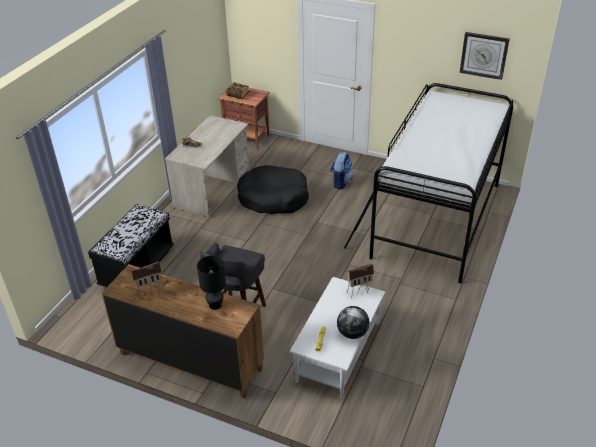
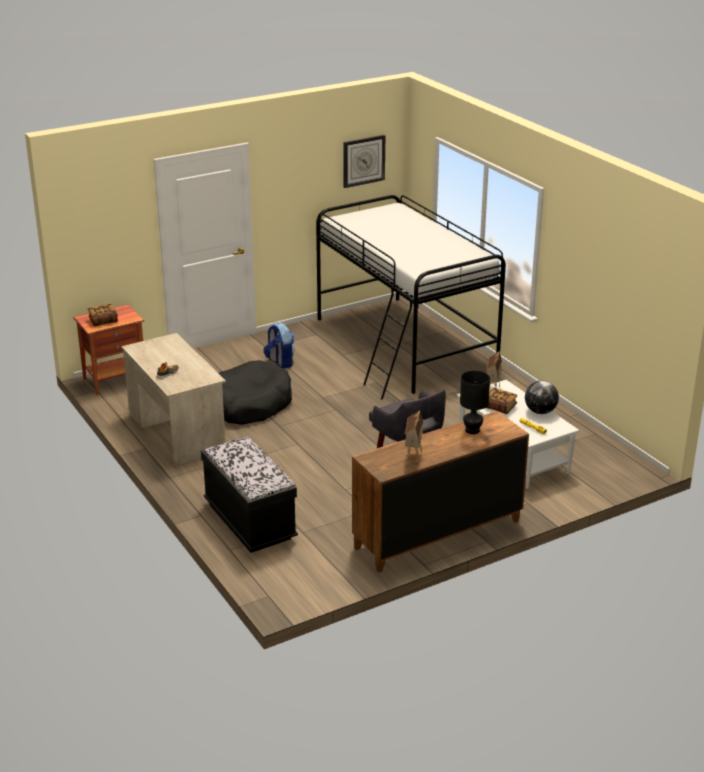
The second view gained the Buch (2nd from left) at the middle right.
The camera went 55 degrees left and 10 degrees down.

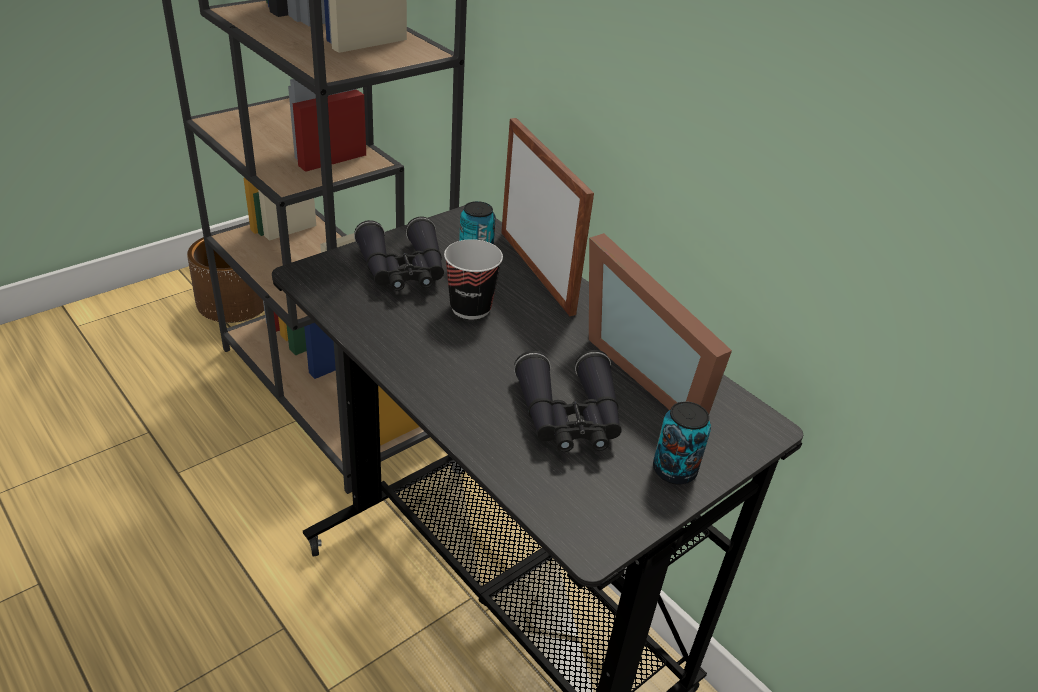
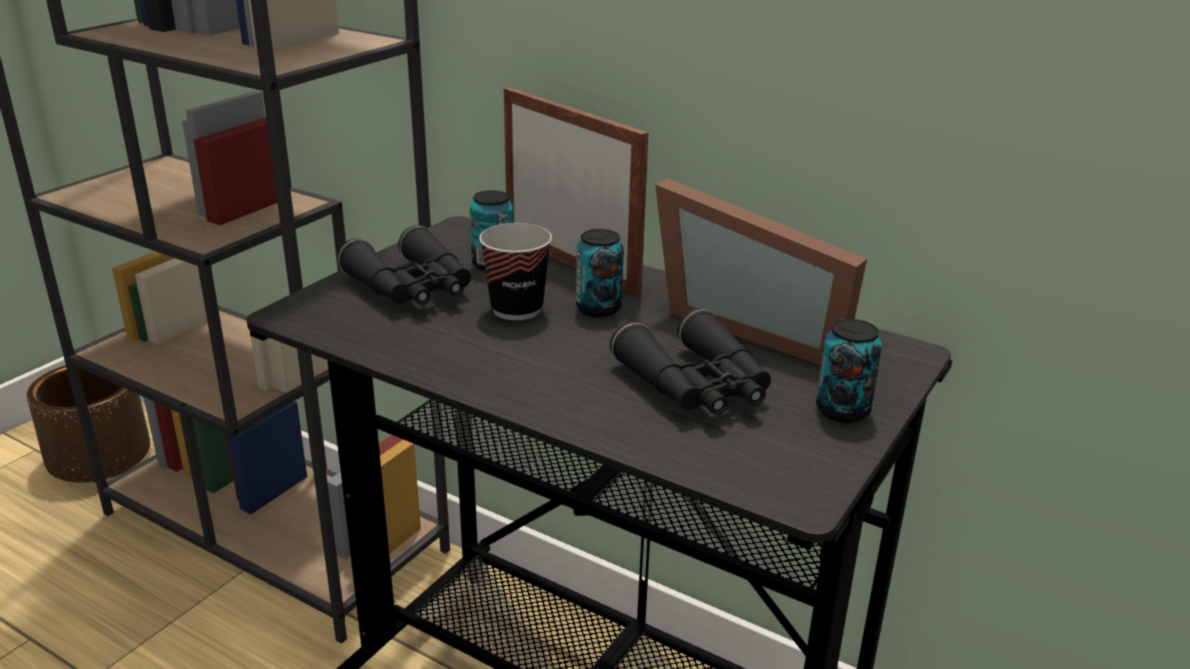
The second view gained the Dose (2nd from left) at the centre.
The camera went 15 degrees left and 10 degrees down.

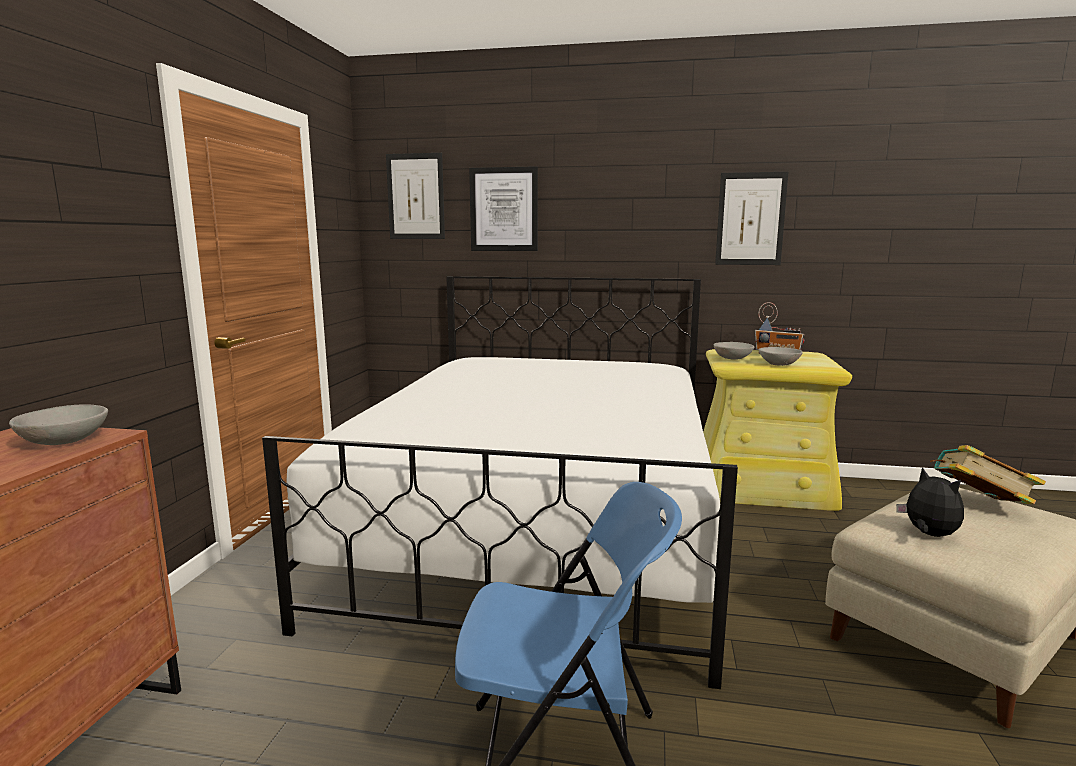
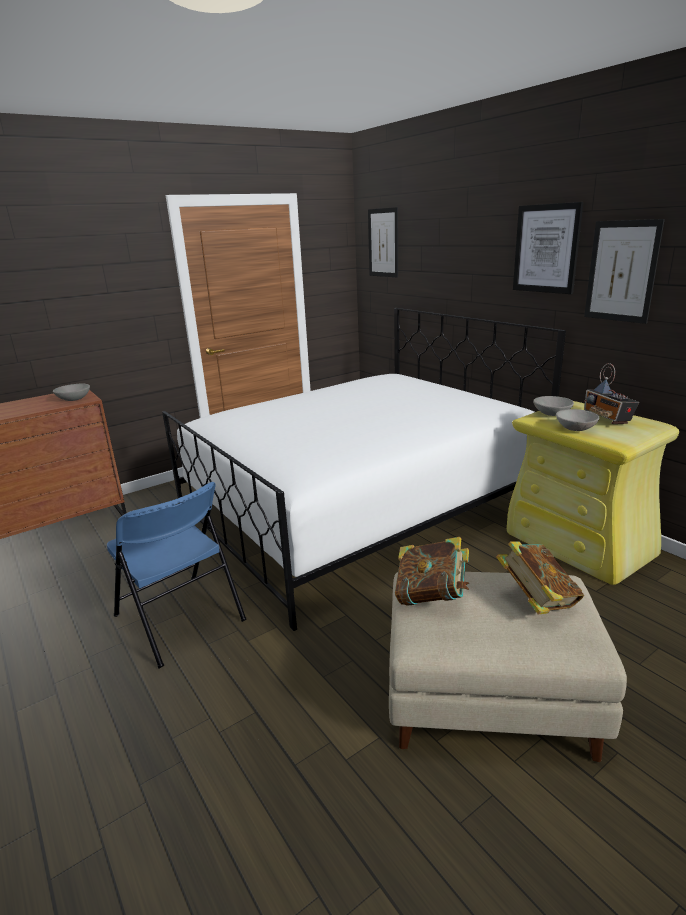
The Bild (2nd from left) ended up elsewhere, having gone from the top centre to the top right.
Where the Plüschtier stood at the middle right, the Buch (1st from left) came to stand at the centre.
The camera went 45 degrees right and 10 degrees up.

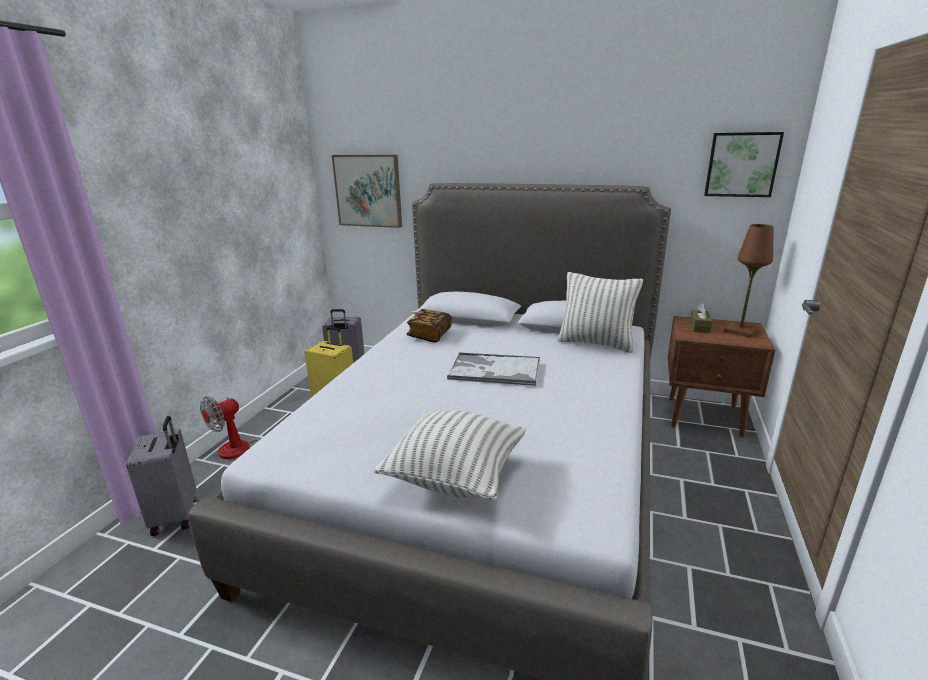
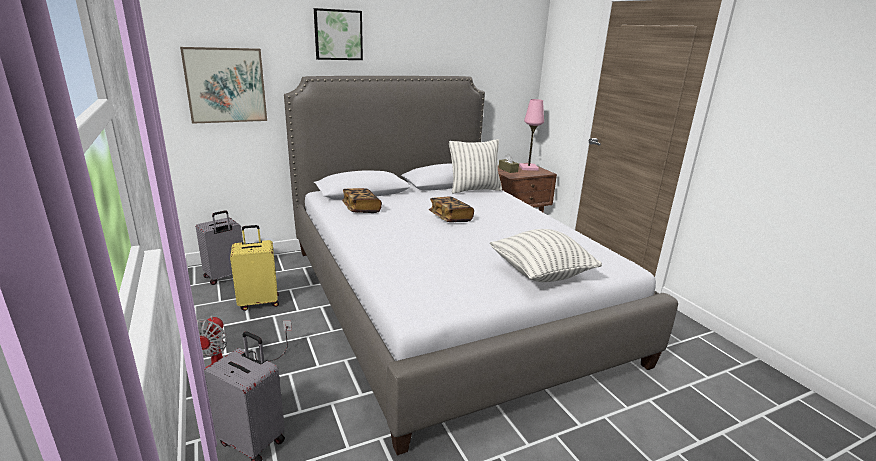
The Bild (2nd from left) ended up elsewhere, having gone from the top right to the top centre.
Where the Tablett stood at the centre, the Buch (2nd from left) came to stand at the centre.
What was the Tischlampe [braun] at the middle right turned into the Tischlampe [rosa] at the top centre.
The camera went 45 degrees left and 0 degrees up.

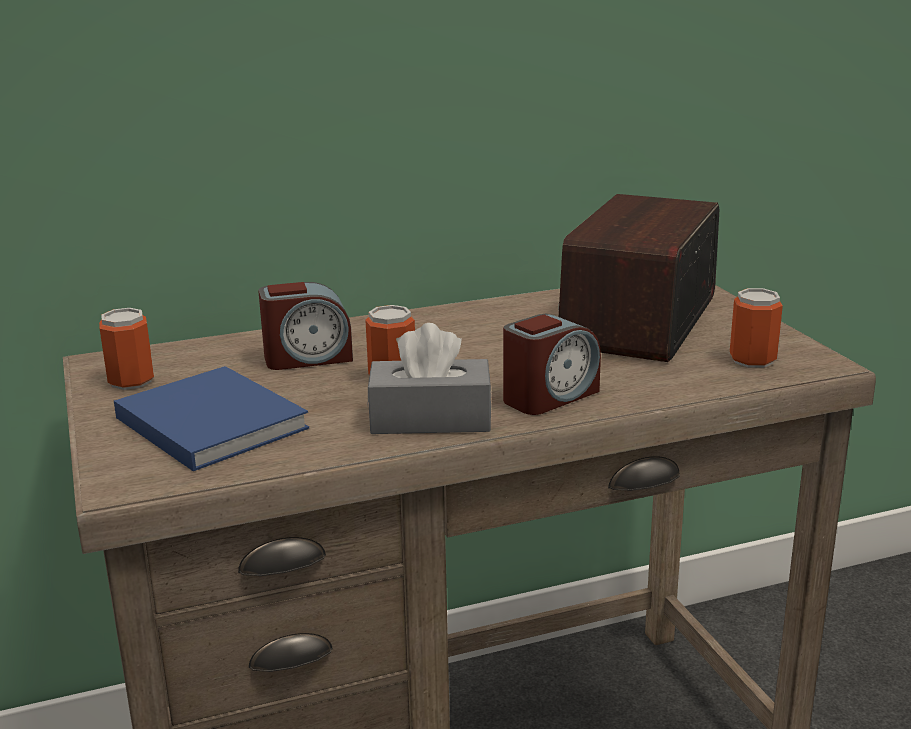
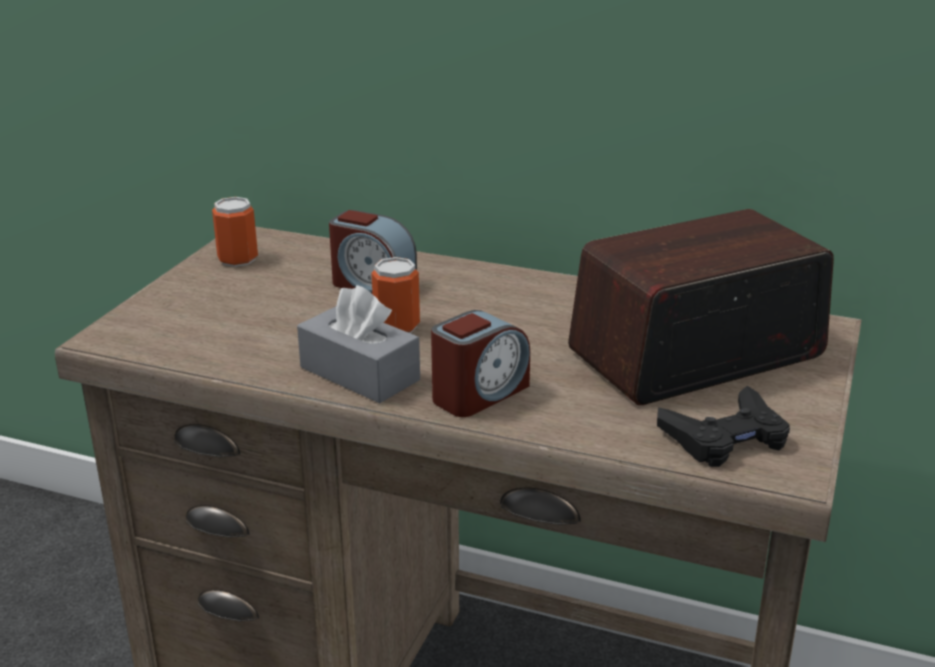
The second view lost the Buch [blau] at the middle left.
Where the Dose (3rd from left) stood at the middle right, the Gamepad [schwarz] came to stand at the middle right.
The Wecker (2nd from left) at the centre ended up facing another way, 45 degrees counterclockwise from before.
The camera went 40 degrees right and 5 degrees up.

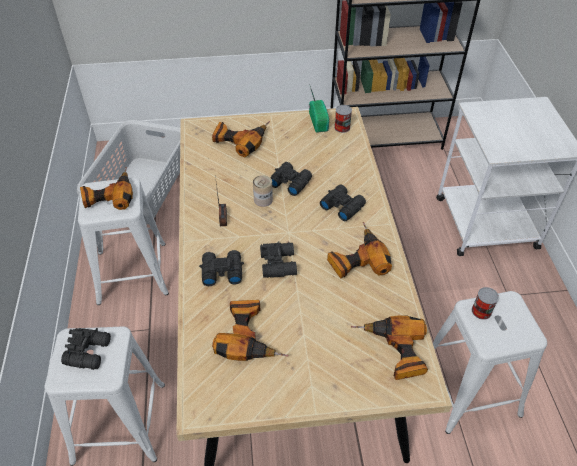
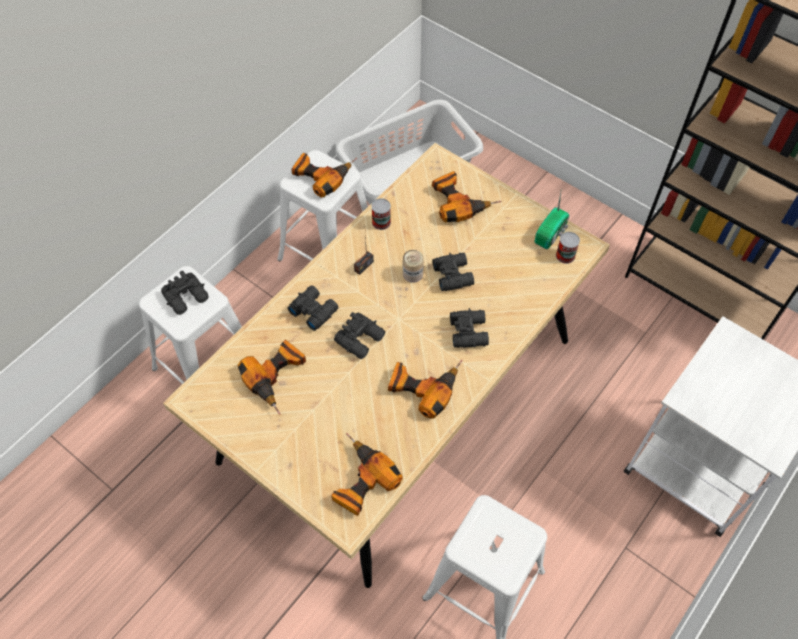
The Dose (3rd from left in the first image) ended up elsewhere, having gone from the middle right to the centre.
The camera went 45 degrees right and 10 degrees up.

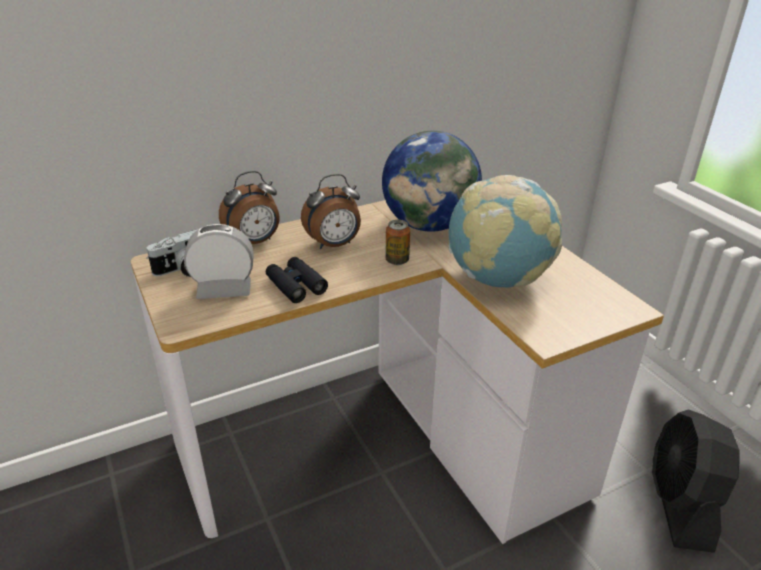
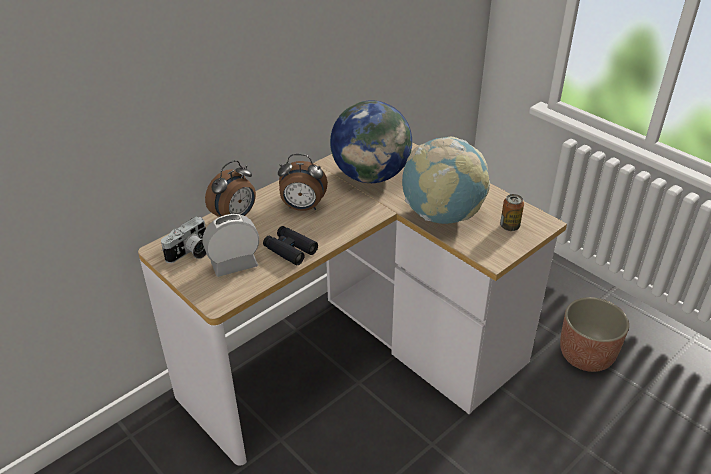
The Dose ended up elsewhere, having gone from the centre to the middle right.
Where the Ventilator [schwarz] stood at the bottom right, the Pflanzkübel came to stand at the bottom right.
The Wecker (3rd from left) at the centre ended up facing another way, 45 degrees clockwise from before.
The camera went 15 degrees left and 5 degrees up.

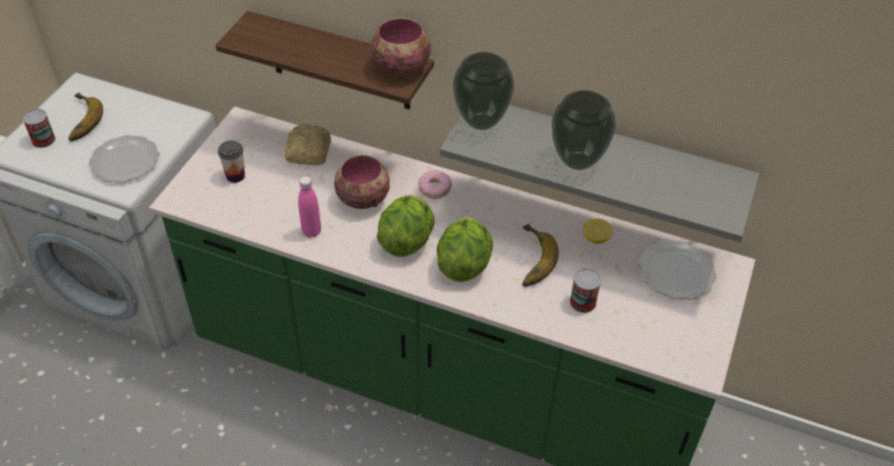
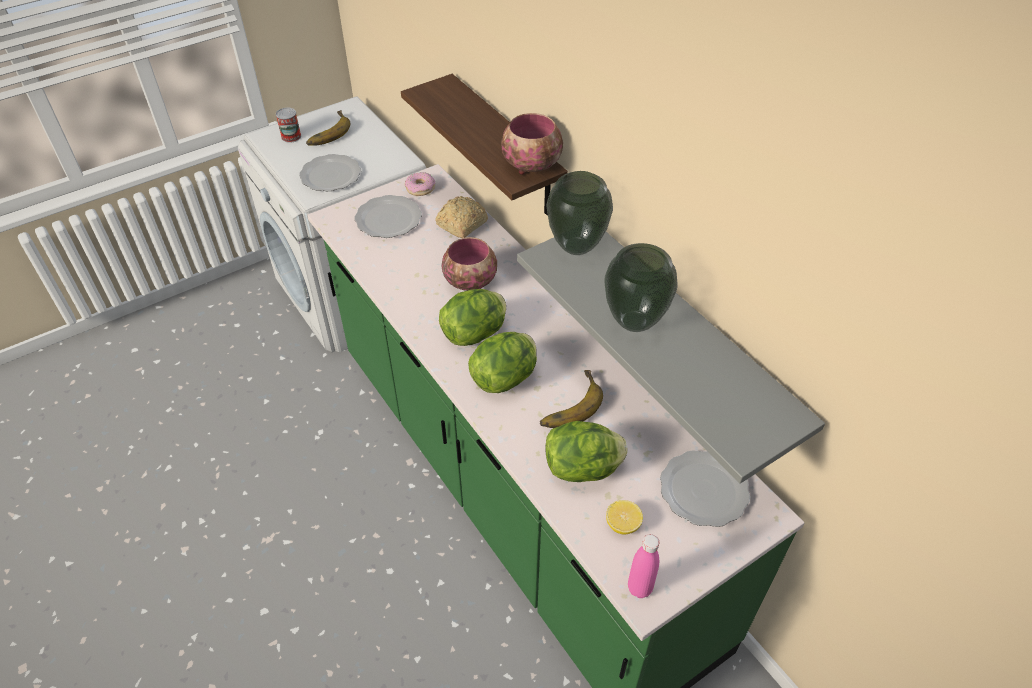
The Flasche [rosa] ended up elsewhere, having gone from the centre to the bottom centre.
The Donut ended up elsewhere, having gone from the centre to the top centre.
The Zitrone ended up elsewhere, having gone from the middle right to the bottom centre.
Where the Tasse stood at the middle left, the Teller (2nd from left) came to stand at the top centre.
Where the Dose (2nd from left) stood at the centre, the Salatkopf (3rd from left) came to stand at the centre.
The camera went 35 degrees right and 0 degrees up.

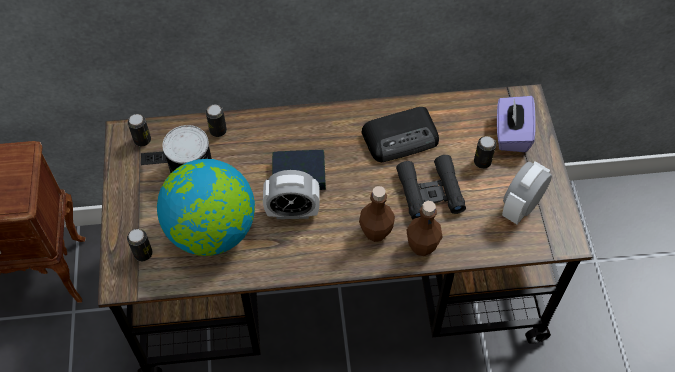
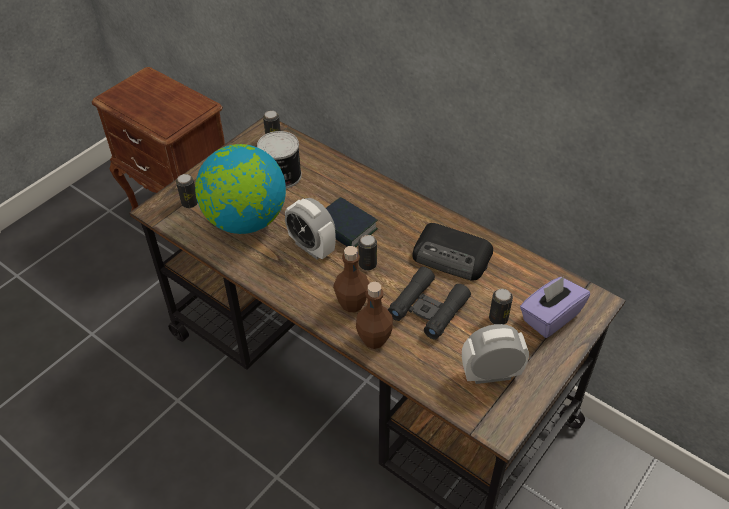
The Dose (4th from left) ended up elsewhere, having gone from the top left to the centre.
The camera went 45 degrees right and 10 degrees down.

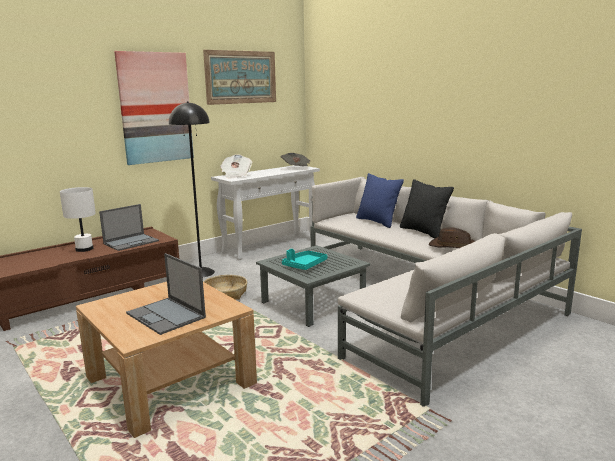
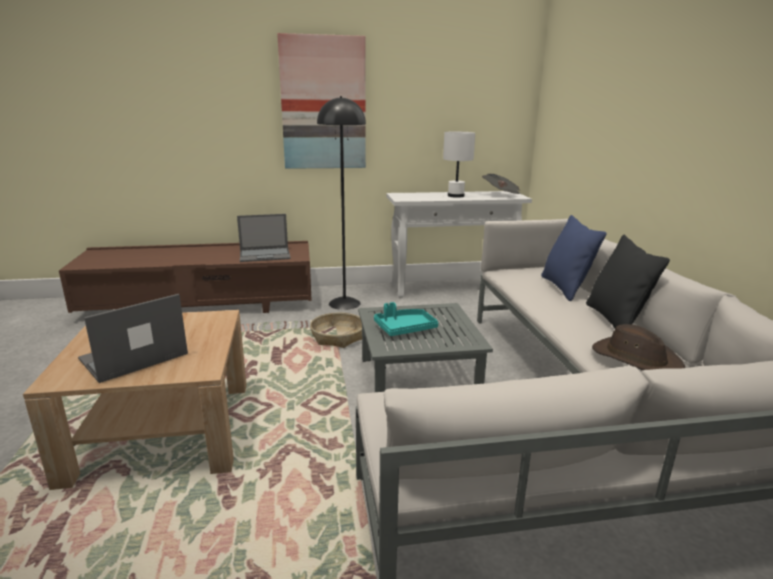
The second view lost the Bild (2nd from left) at the top centre.
The second view lost the Zeitung (1st from left) at the centre.
The Tischlampe [weiß] ended up elsewhere, having gone from the middle left to the top centre.
The Laptop (2nd from left in the first image) at the middle left ended up facing another way, 60 degrees clockwise from before.
The camera went 30 degrees right and 5 degrees up.

